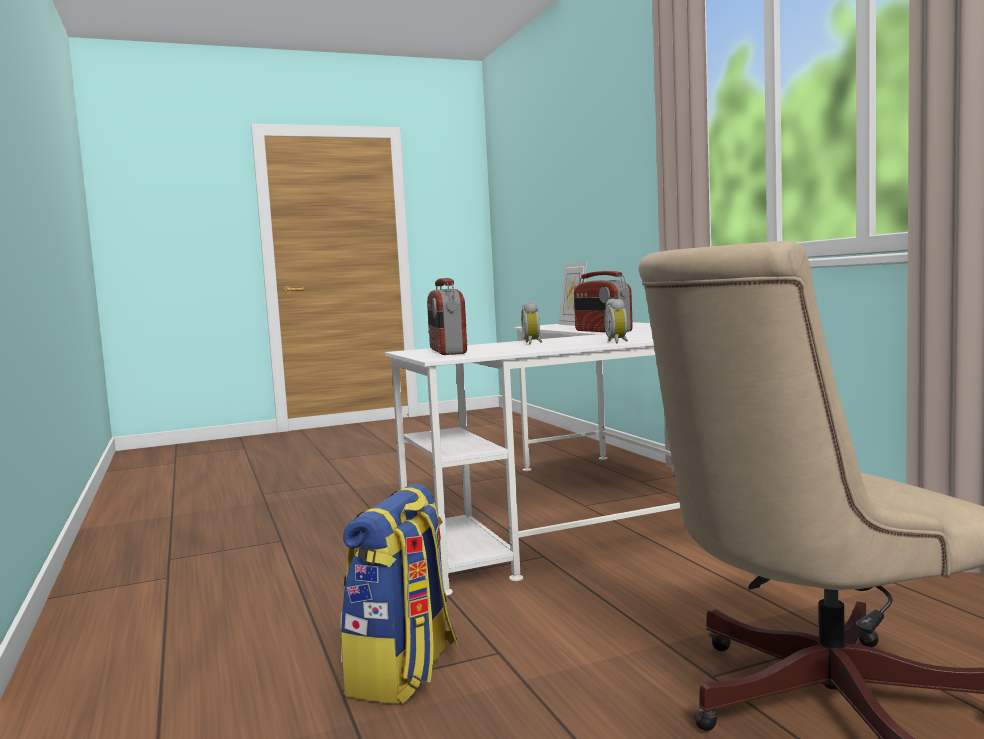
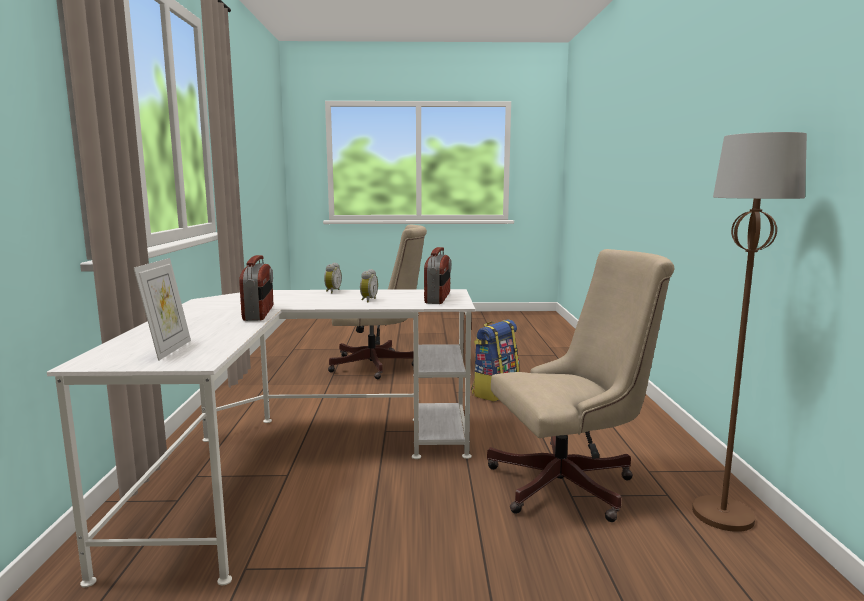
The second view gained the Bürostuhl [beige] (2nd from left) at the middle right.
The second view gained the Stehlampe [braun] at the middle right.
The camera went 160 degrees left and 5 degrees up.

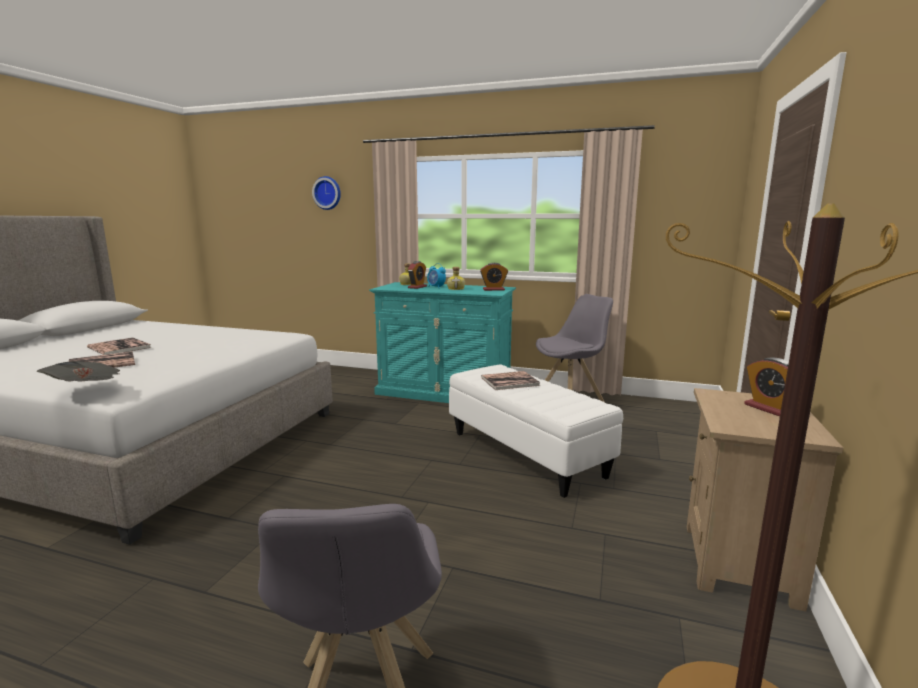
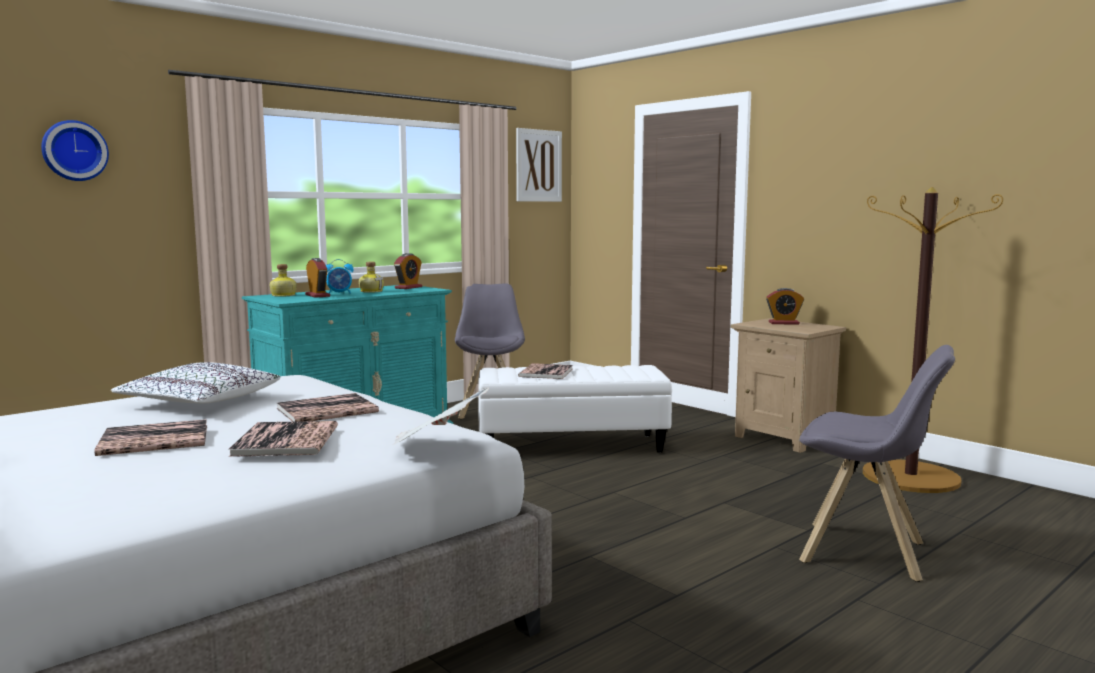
The second view gained the Kissen [weiß] at the middle left.
The second view gained the Buch (3rd from left) at the middle left.
The second view gained the Bild at the top centre.
The camera went 60 degrees left and 5 degrees down.

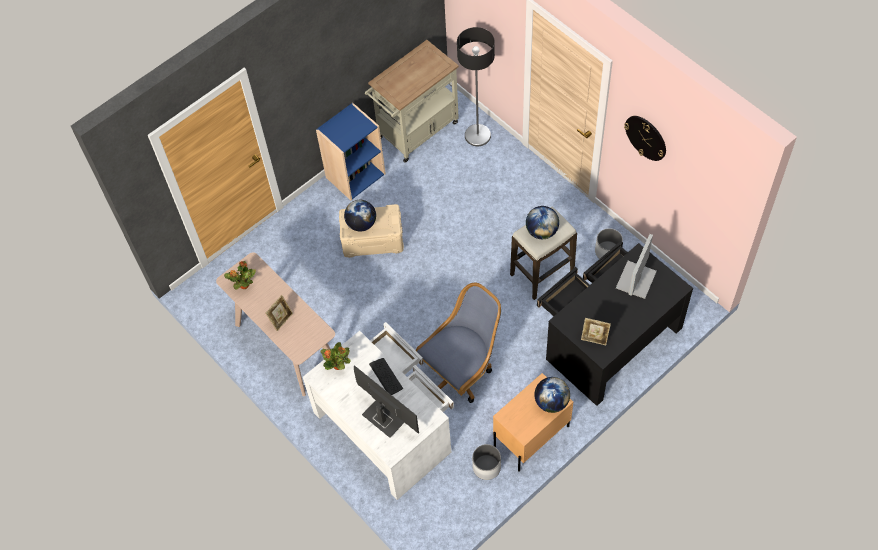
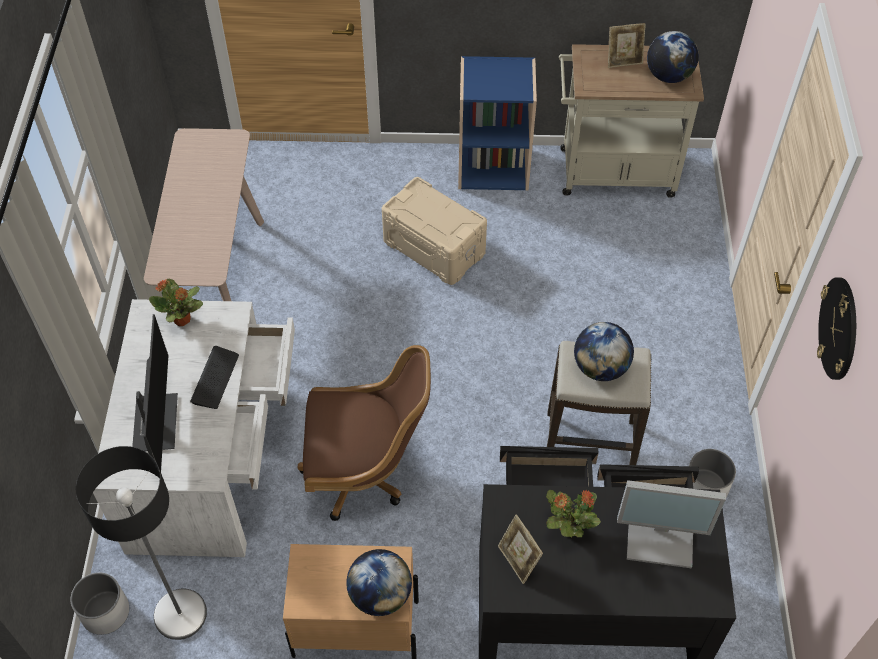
The Topfpflanze (1st from left in the first image) ended up elsewhere, having gone from the middle left to the bottom centre.
The Bilderrahmen (1st from left in the first image) ended up elsewhere, having gone from the middle left to the top right.
The Globus (1st from left in the first image) ended up elsewhere, having gone from the centre to the top right.
The Stehlampe ended up elsewhere, having gone from the top centre to the bottom left.
The Pflanzkübel [weiß] (1st from left) ended up elsewhere, having gone from the bottom centre to the bottom left.
What was the Bürostuhl [blau] at the centre turned into the Bürostuhl [braun] at the centre.
The Monitor (2nd from left) at the middle right ended up facing another way, 150 degrees counterclockwise from before.
The camera went 40 degrees right and 5 degrees down.

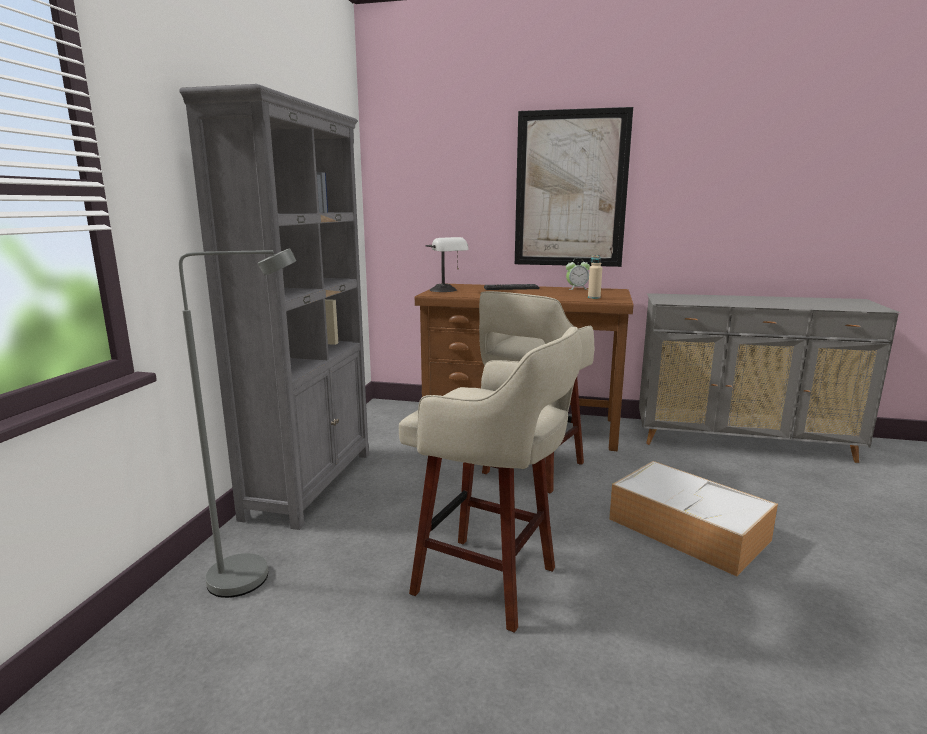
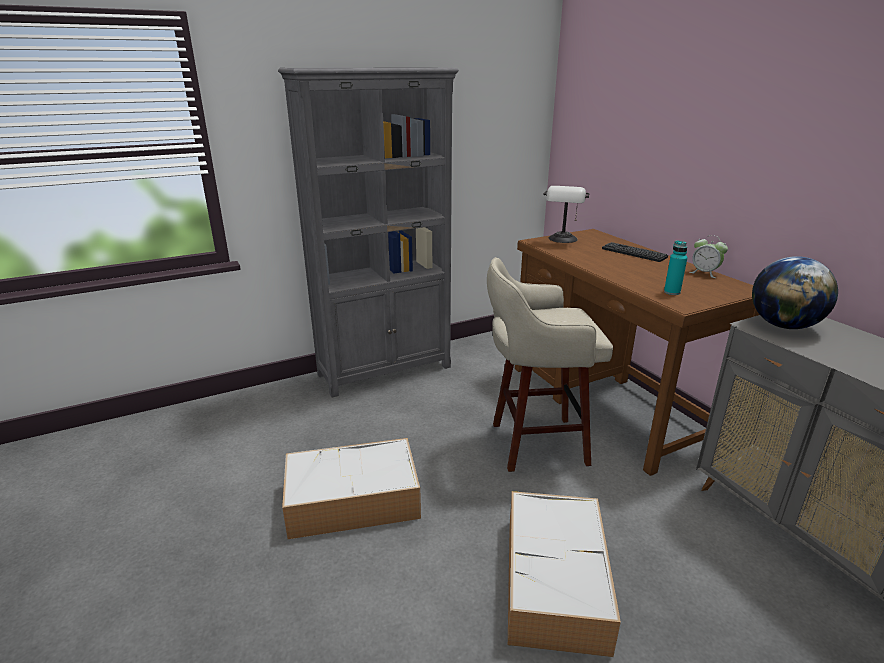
The second view lost the Stehlampe [grau] at the middle left.
The second view lost the Bild at the top centre.
The second view gained the Globus at the middle right.
Where the Hocker [beige] (1st from left) stood at the centre, the Aufbewahrungsbox (1st from left) came to stand at the bottom centre.
What was the Flasche [beige] at the centre turned into the Flasche [türkis] at the middle right.
The camera went 50 degrees right and 10 degrees up.

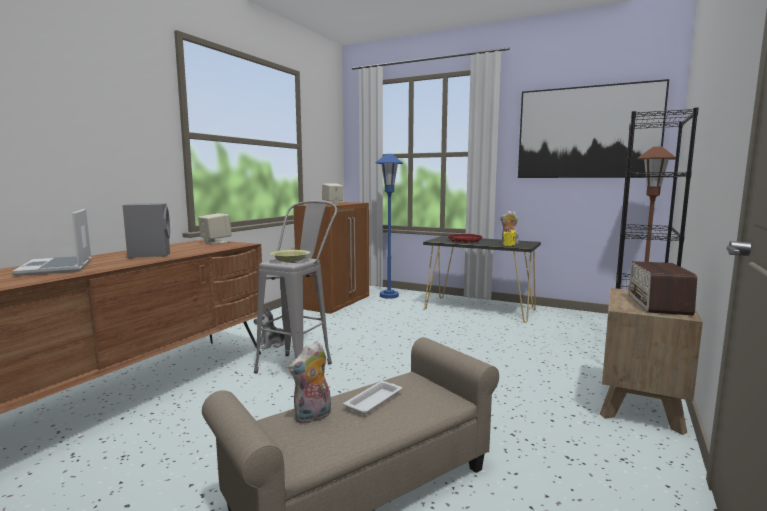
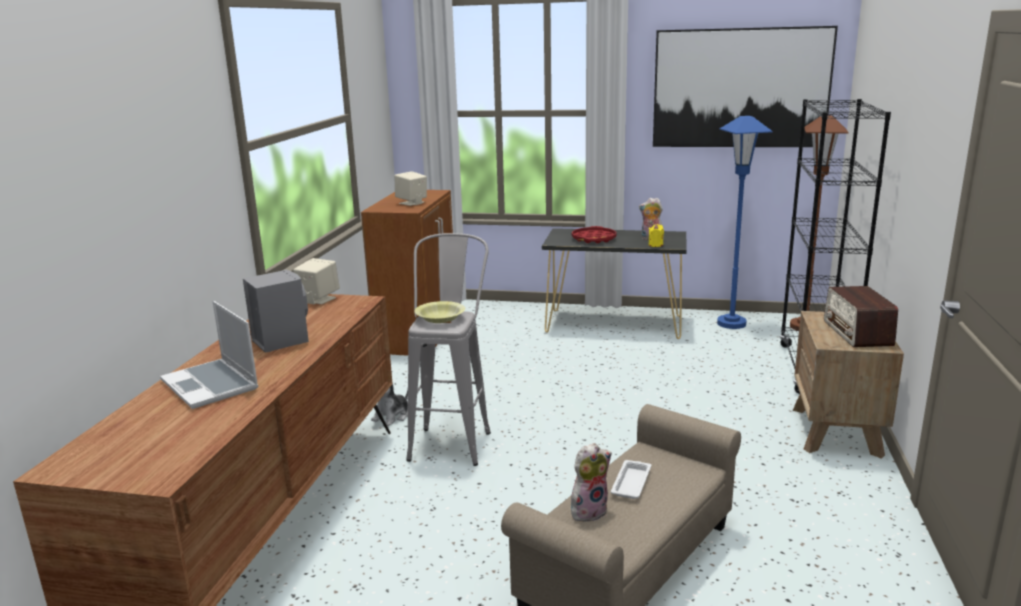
The Stehlampe [blau] ended up elsewhere, having gone from the centre to the middle right.
The Plüschtier (2nd from left) at the bottom centre ended up facing another way, 150 degrees counterclockwise from before.
The camera went 15 degrees left and 10 degrees up.

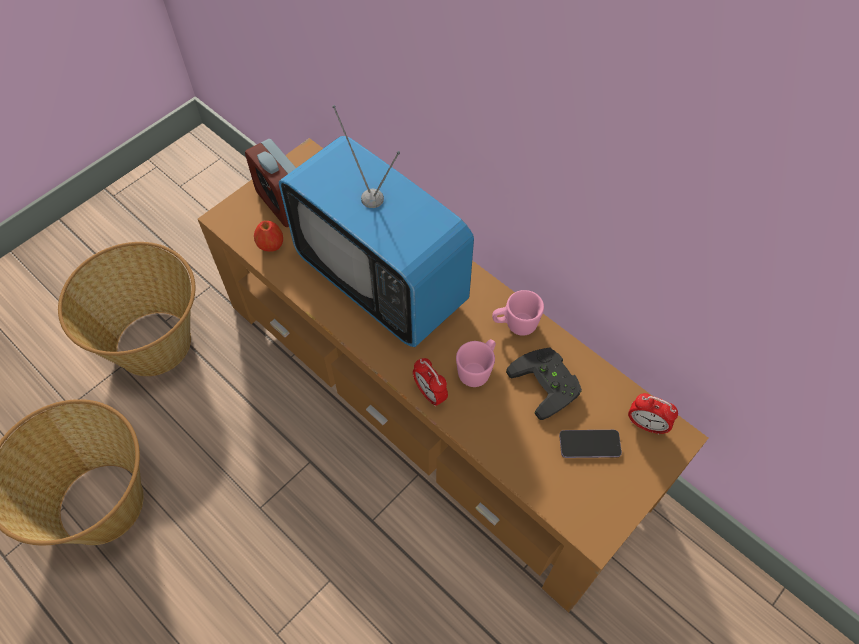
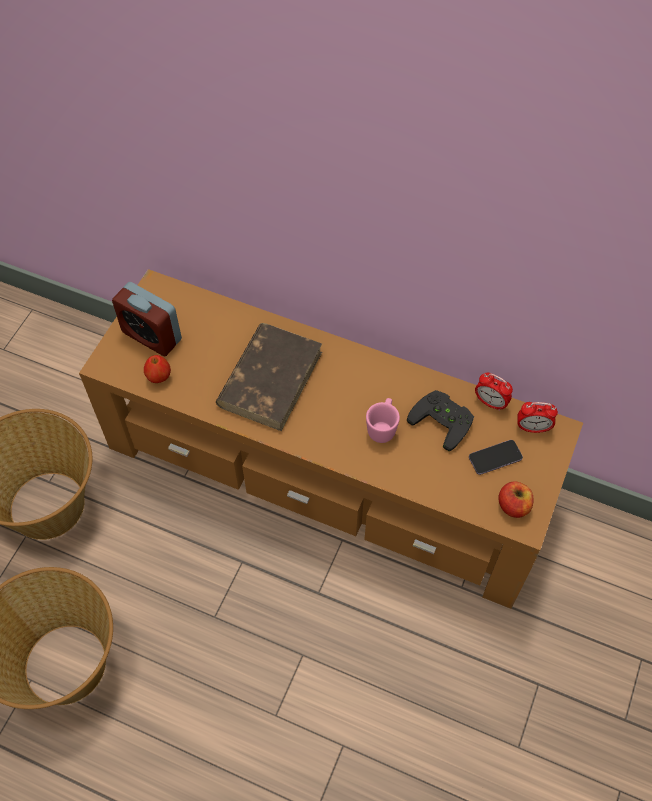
The second view lost the Henkelbecher [rosa] (2nd from left) at the centre.
The second view gained the Apfel (2nd from left) at the middle right.
The Wecker (2nd from left) ended up elsewhere, having gone from the centre to the middle right.
Where the Fernseher stood at the centre, the Buch [braun] came to stand at the centre.
The camera went 20 degrees left and 0 degrees up.

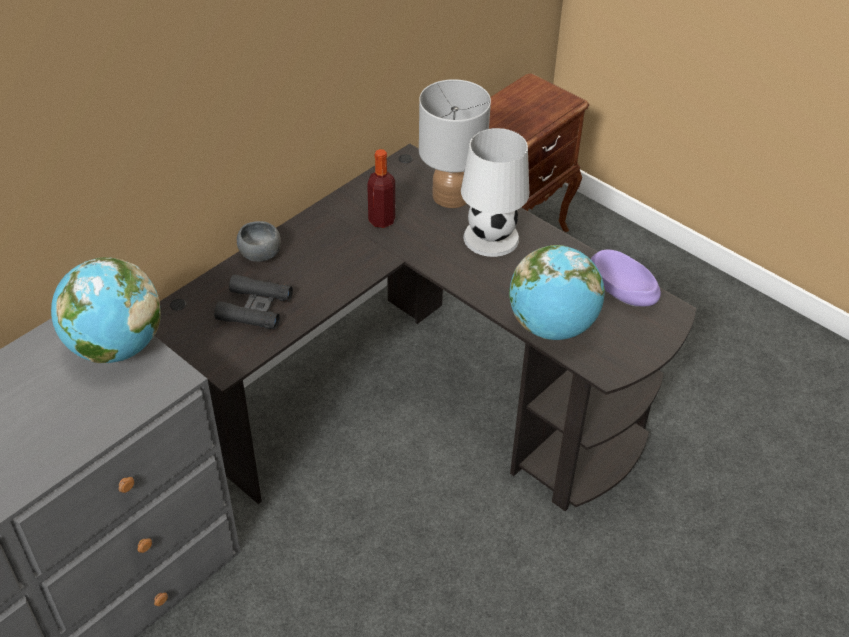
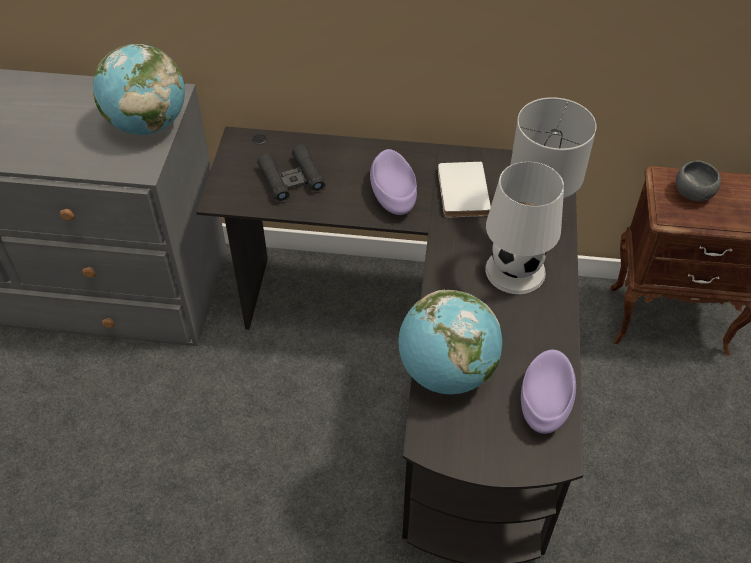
The second view gained the Schüssel [lila] (1st from left) at the top centre.
The Schüssel [grau] ended up elsewhere, having gone from the middle left to the top right.
Where the Flasche stood at the top centre, the Buch [weiß] came to stand at the centre.
The camera went 55 degrees right and 5 degrees up.

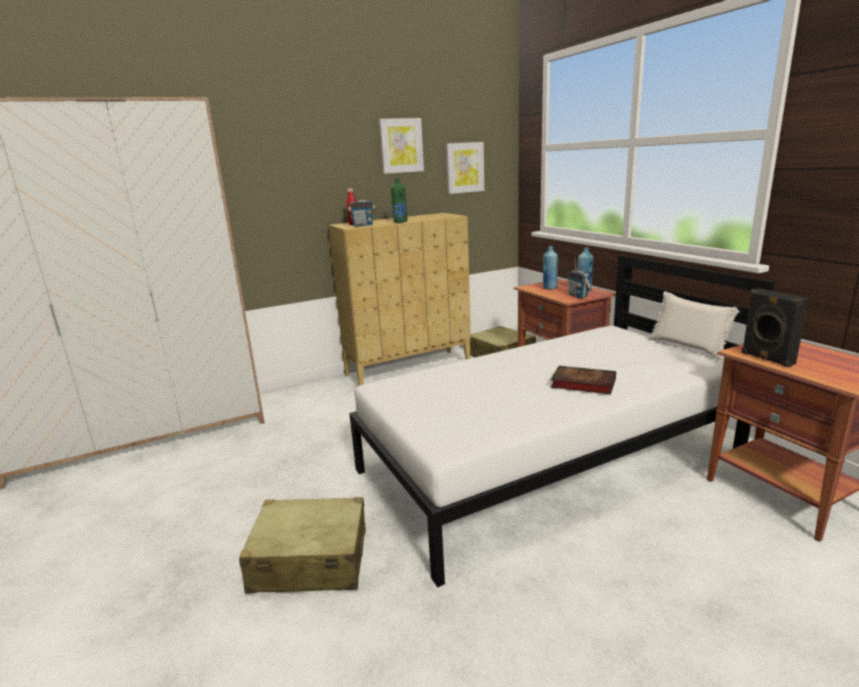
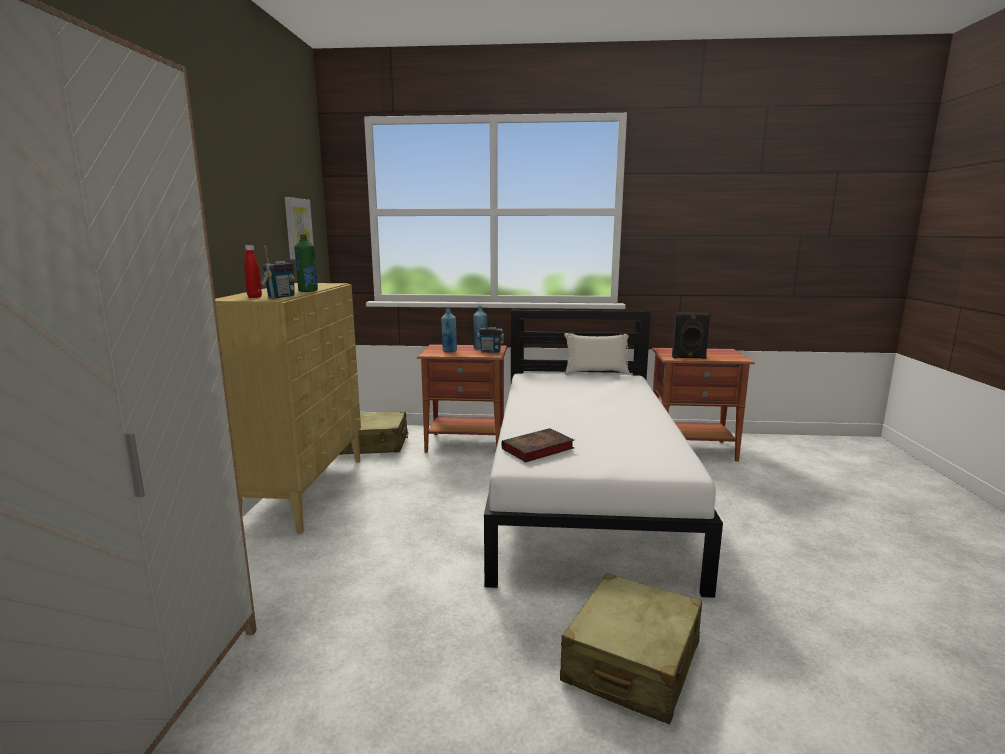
The second view lost the Bild (1st from left) at the top centre.
The Buch ended up elsewhere, having gone from the middle right to the centre.
The camera went 60 degrees left and 5 degrees down.

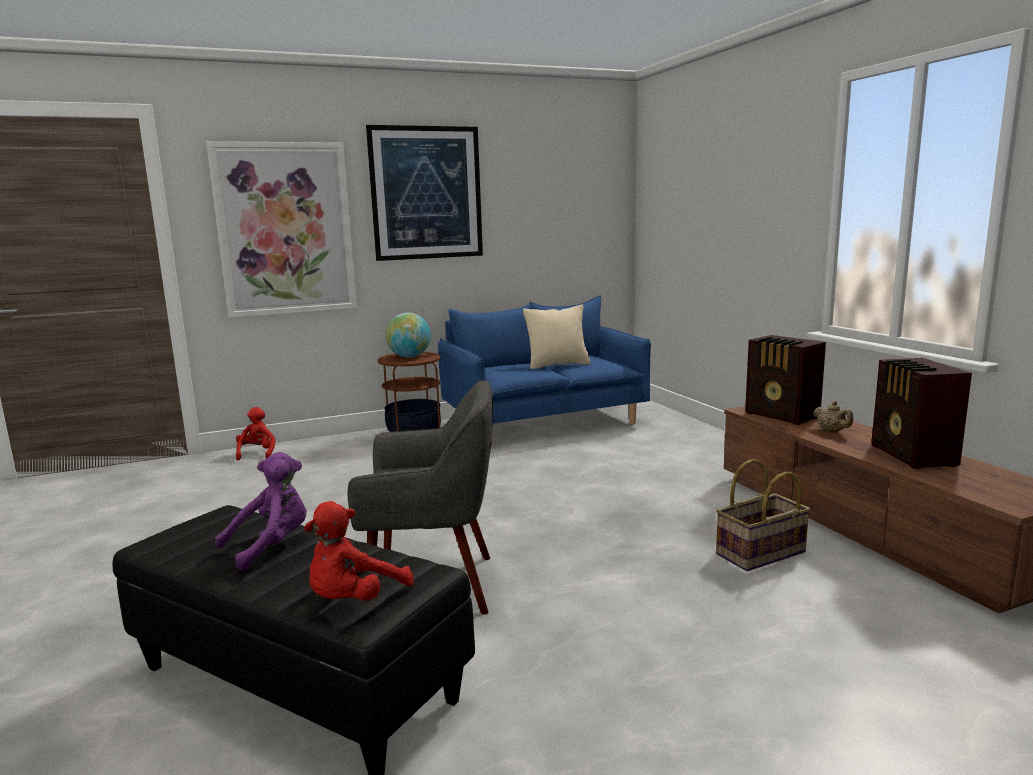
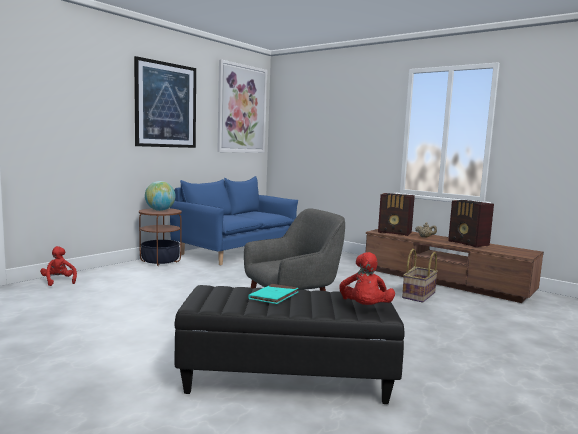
The second view lost the Kissen [beige] at the centre.
The Bild (1st from left in the first image) ended up elsewhere, having gone from the top left to the top centre.
Where the Plüschtier [lila] stood at the middle left, the Buch [türkis] came to stand at the bottom centre.
The camera went 30 degrees left and 5 degrees down.

